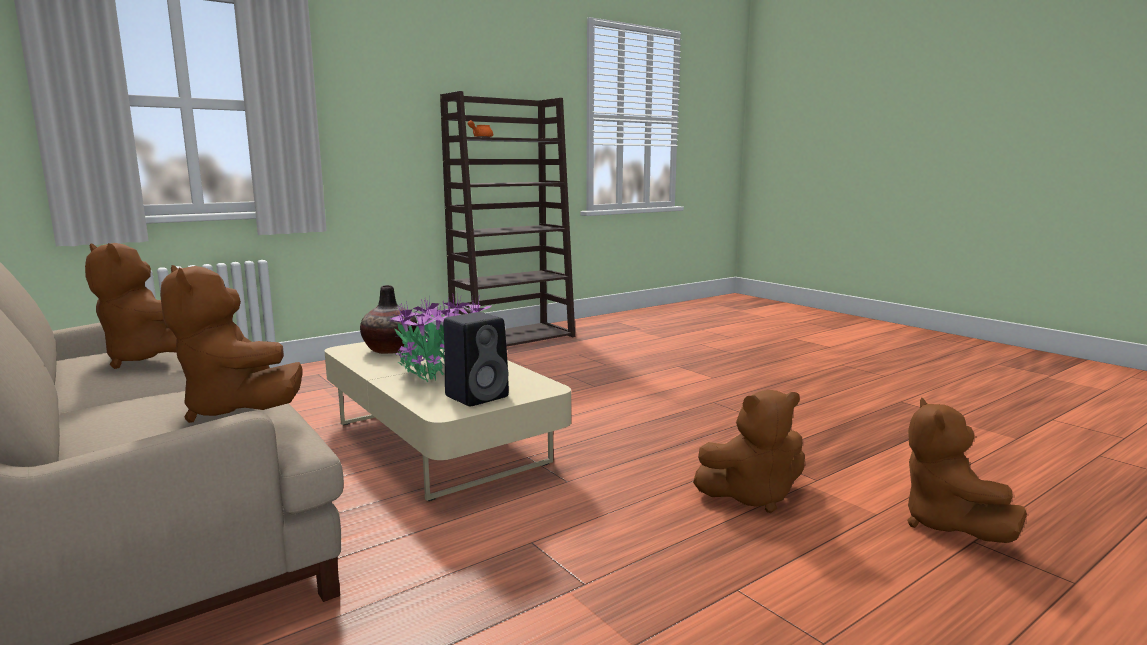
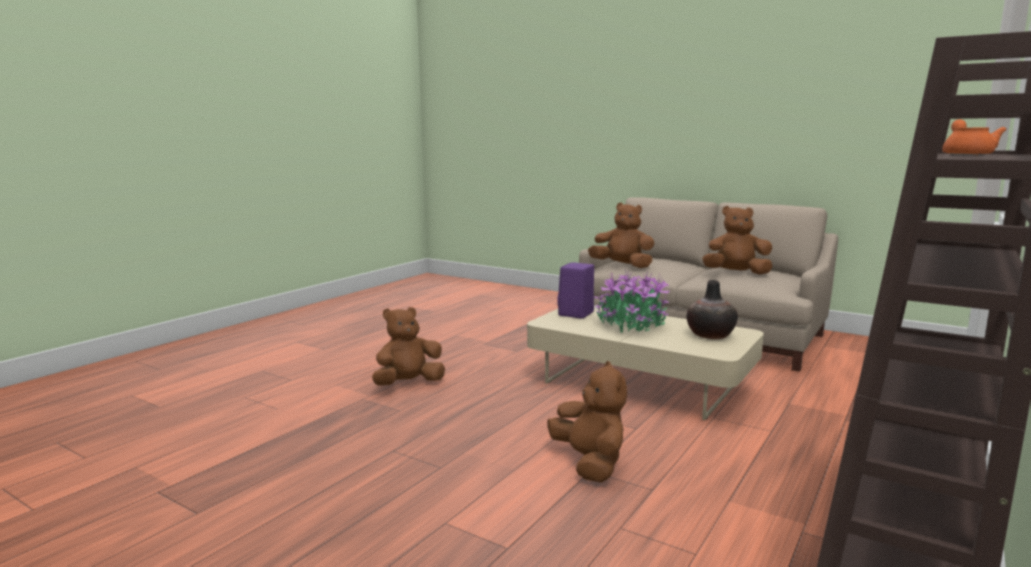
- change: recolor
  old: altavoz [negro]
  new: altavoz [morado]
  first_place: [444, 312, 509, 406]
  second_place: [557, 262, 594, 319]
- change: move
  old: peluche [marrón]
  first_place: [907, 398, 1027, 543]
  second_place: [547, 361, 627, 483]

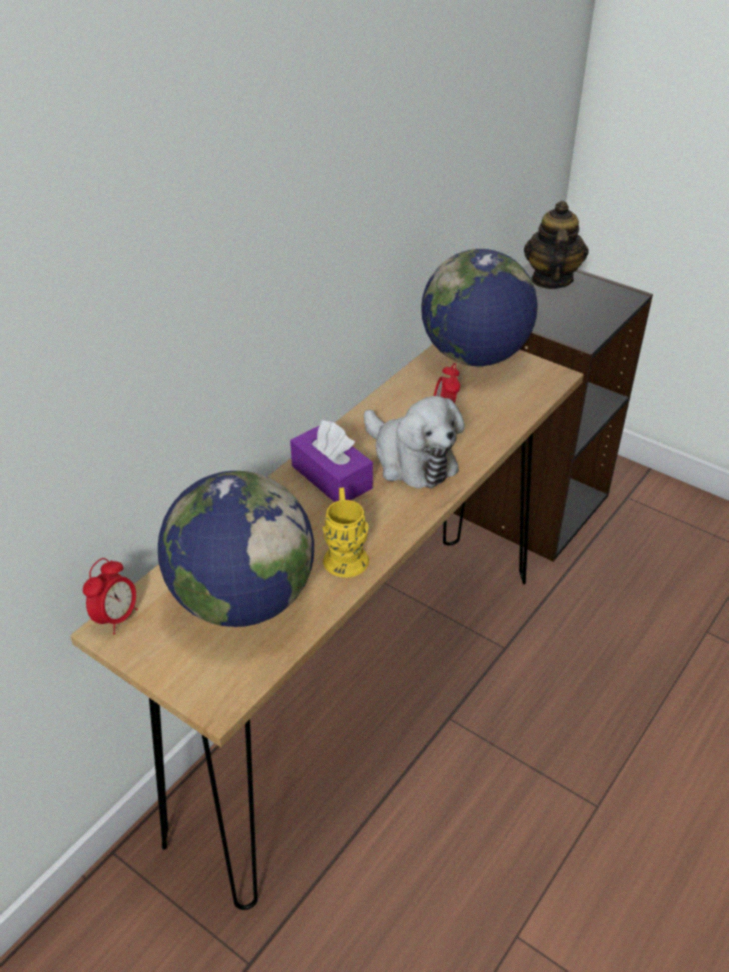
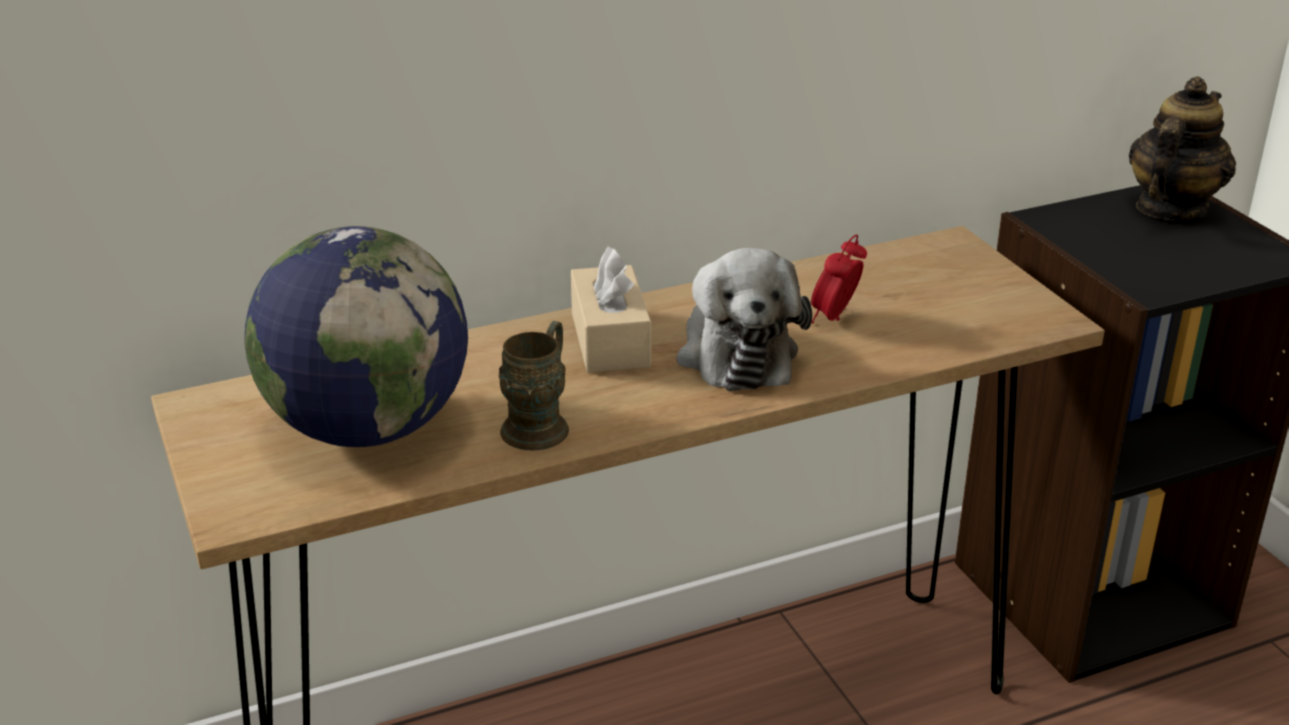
- change: delete
  old: despertador
  first_place: [83, 558, 138, 634]
- change: recolor
  old: caja de pañuelos [morado]
  new: caja de pañuelos [beis]
  first_place: [290, 420, 373, 502]
  second_place: [571, 247, 651, 373]
- change: recolor
  old: taza grande [amarillo]
  new: taza grande [marrón]
  first_place: [323, 488, 369, 578]
  second_place: [498, 321, 569, 450]
- change: delete
  old: globo terráqueo
  first_place: [421, 249, 538, 366]

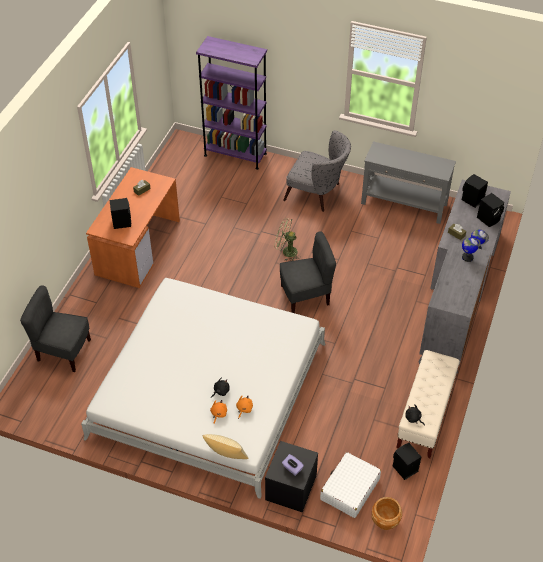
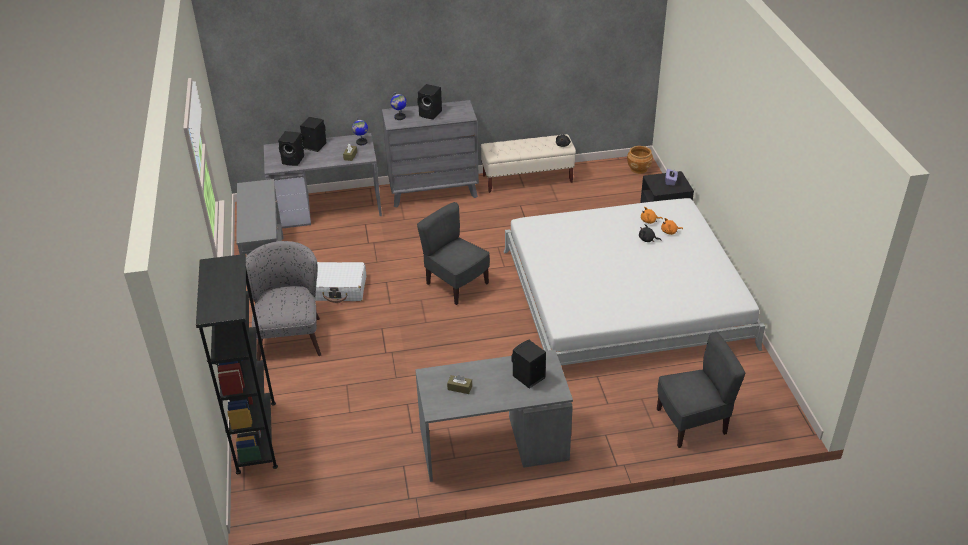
- change: rotate
  old: silla [gris]
  first_place: [20, 285, 91, 372]
  second_place: [657, 332, 745, 448]
  degrees: -90
- change: recolor
  old: escritorio [naranja]
  new: escritorio [gris]
  first_place: [86, 167, 180, 288]
  second_place: [415, 350, 573, 482]
- change: recolor
  old: estantería [morado]
  new: estantería [negro]
  first_place: [196, 36, 267, 170]
  second_place: [196, 254, 278, 474]
- change: delete
  old: cojín
  first_place: [203, 434, 249, 459]
- change: delete
  old: ventilador [verde]
  first_place: [275, 218, 301, 261]
- change: move
  old: maleta [blanco]
  first_place: [320, 452, 381, 518]
  second_place: [315, 262, 366, 303]
- change: move
  old: altavoz [negro]
  first_place: [393, 443, 421, 480]
  second_place: [417, 84, 442, 119]

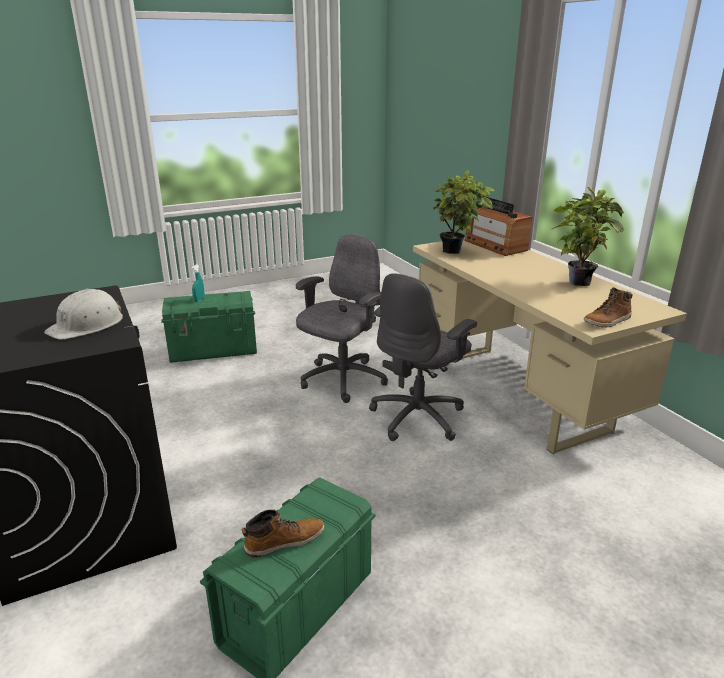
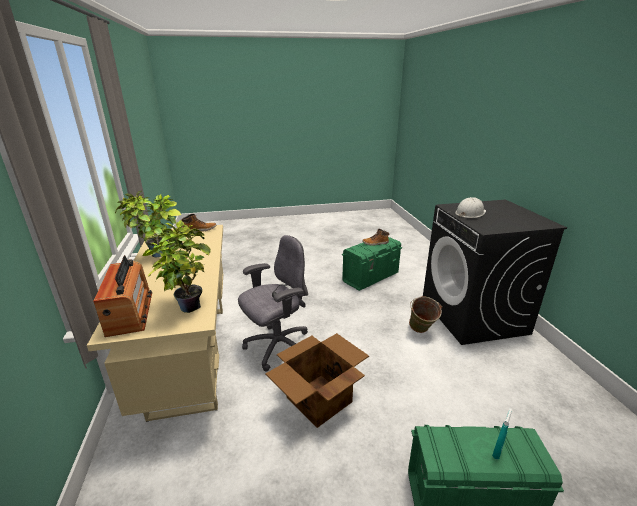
- change: replace
  old: silla de oficina [gris]
  new: caja de cartón
  first_place: [296, 234, 388, 403]
  second_place: [265, 333, 369, 428]
- change: insert
  new: cubo [verde]
  second_place: [409, 296, 442, 333]

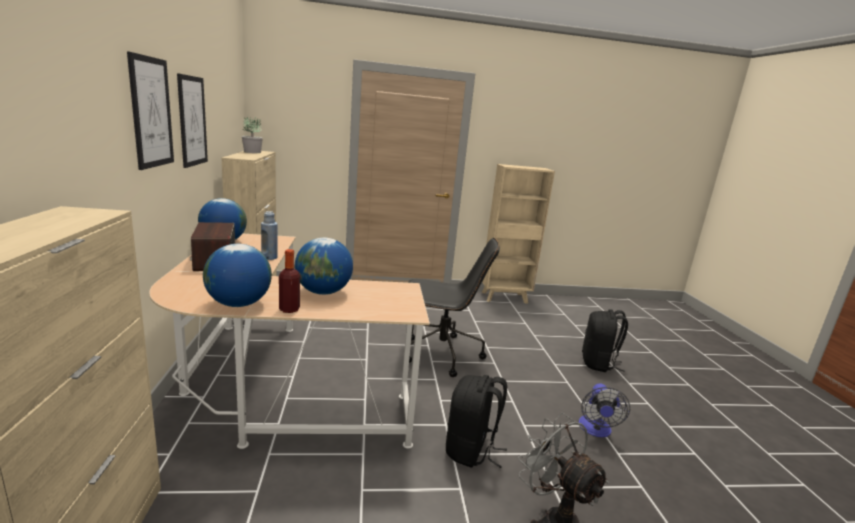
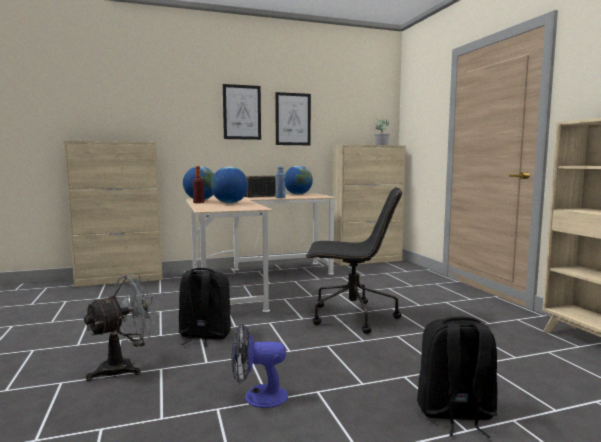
- change: rotate
  old: silla de oficina [negro]
  first_place: [408, 238, 500, 377]
  second_place: [306, 187, 402, 334]
  degrees: -75

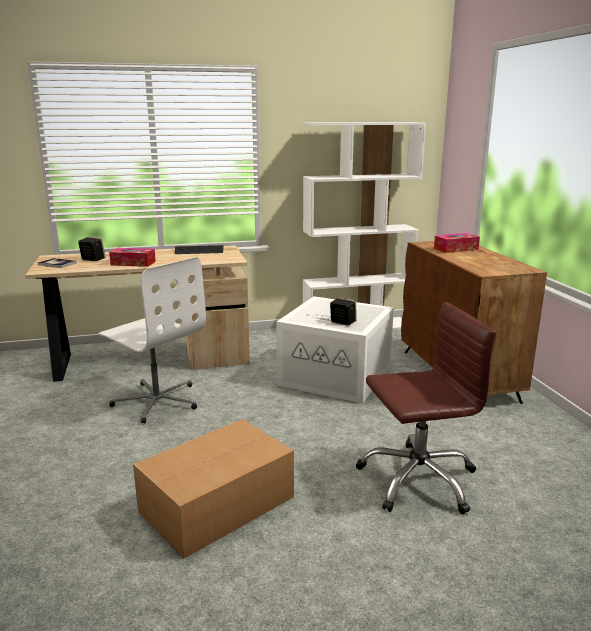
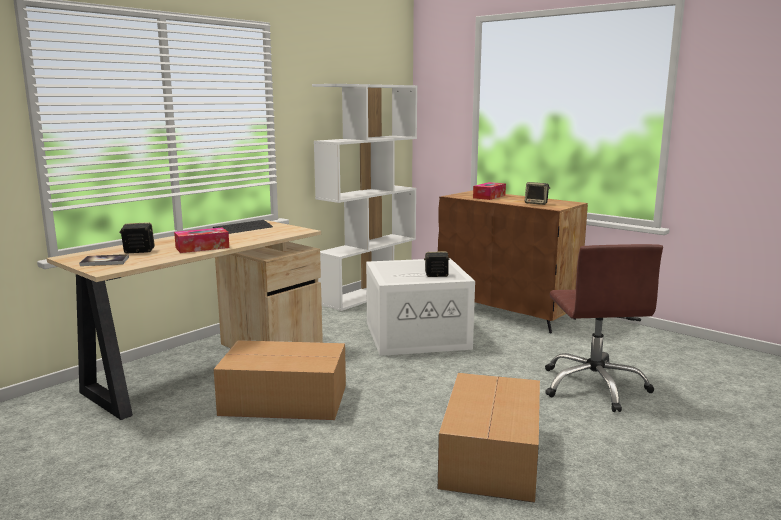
- change: replace
  old: silla de oficina [blanco]
  new: caja de cartón
  first_place: [98, 257, 206, 424]
  second_place: [214, 340, 346, 420]
- change: rotate
  old: silla de oficina [marrón]
  first_place: [356, 302, 496, 514]
  second_place: [545, 244, 663, 412]
  degrees: 135
- change: insert
  new: altavoz
  second_place: [525, 182, 550, 205]

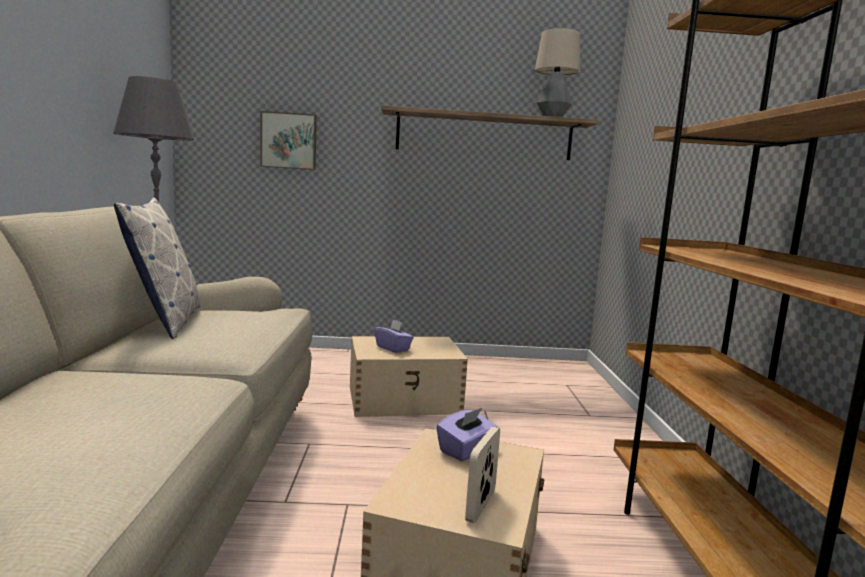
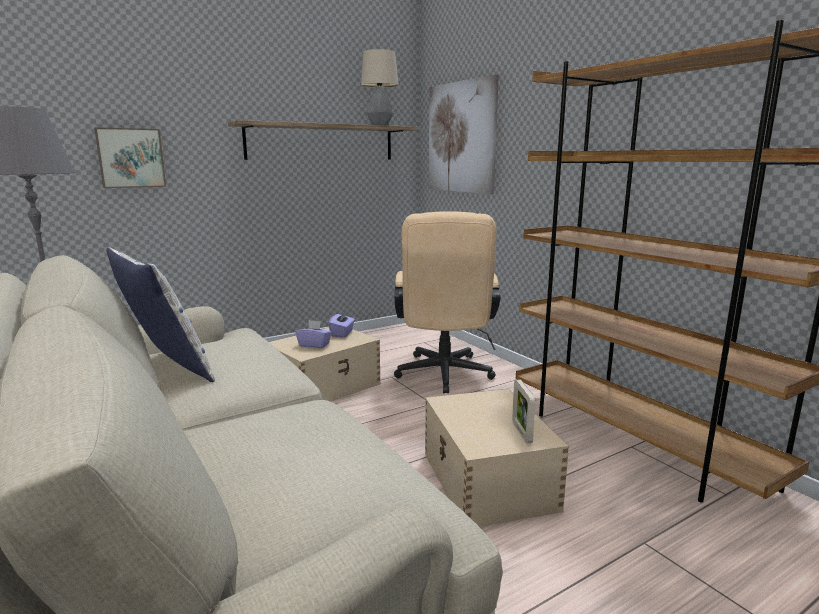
- change: move
  old: caja de pañuelos [morado]
  first_place: [436, 408, 498, 461]
  second_place: [328, 310, 355, 337]
- change: insert
  new: silla de oficina [beis]
  second_place: [394, 211, 501, 394]
- change: insert
  new: cuadro
  second_place: [429, 74, 499, 194]

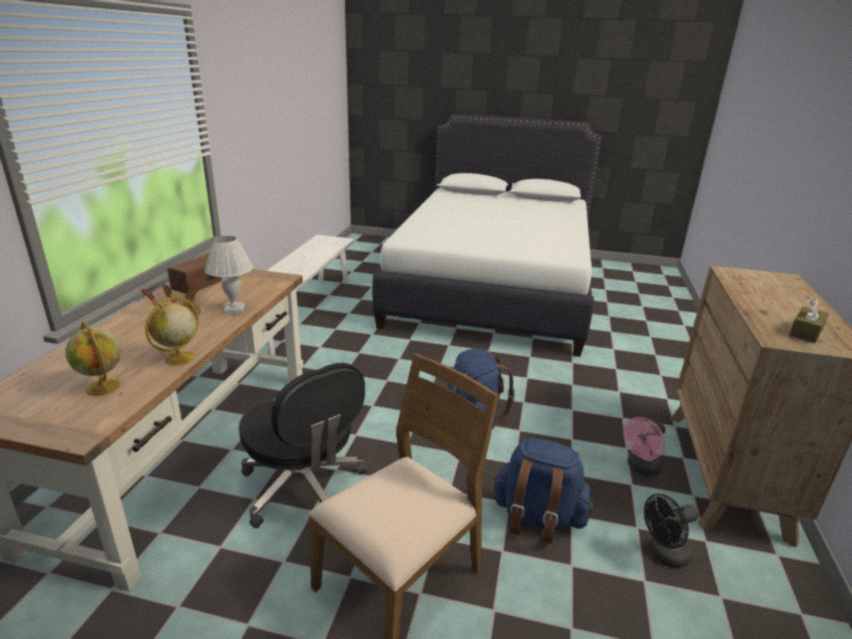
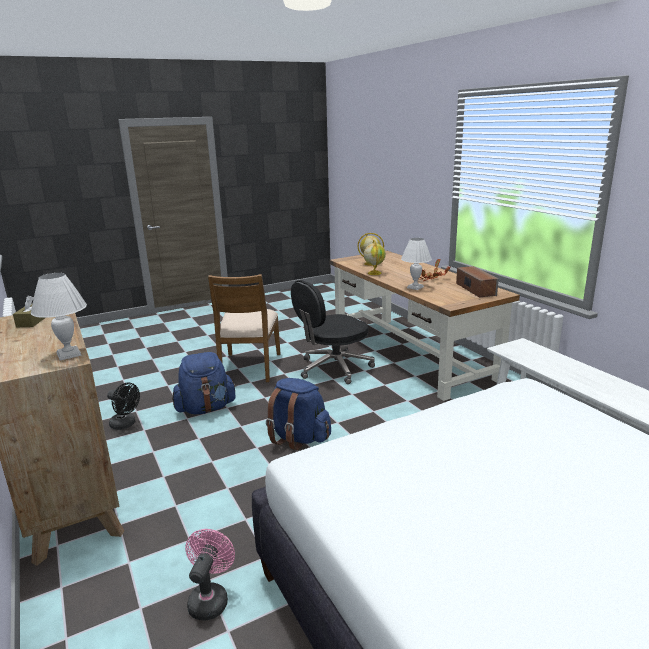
- change: rotate
  old: silla de oficina [negro]
  first_place: [239, 363, 366, 528]
  second_place: [291, 280, 375, 384]
  degrees: -45
- change: move
  old: ventilador [rosa]
  first_place: [623, 417, 665, 476]
  second_place: [185, 529, 235, 620]
- change: rotate
  old: ventilador [negro]
  first_place: [644, 494, 699, 568]
  second_place: [107, 383, 140, 430]
  degrees: 90
- change: insert
  new: lámpara de mesa [blanco]
  second_place: [31, 273, 87, 360]

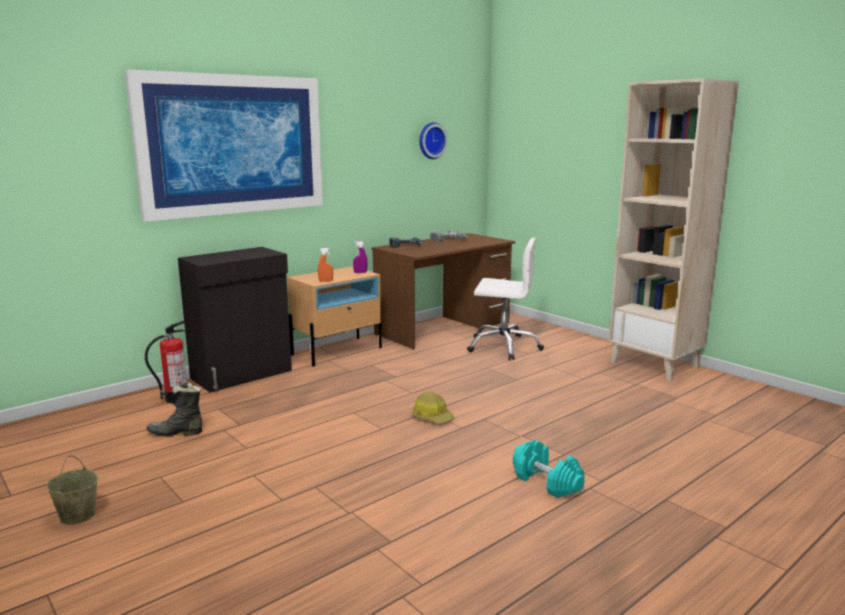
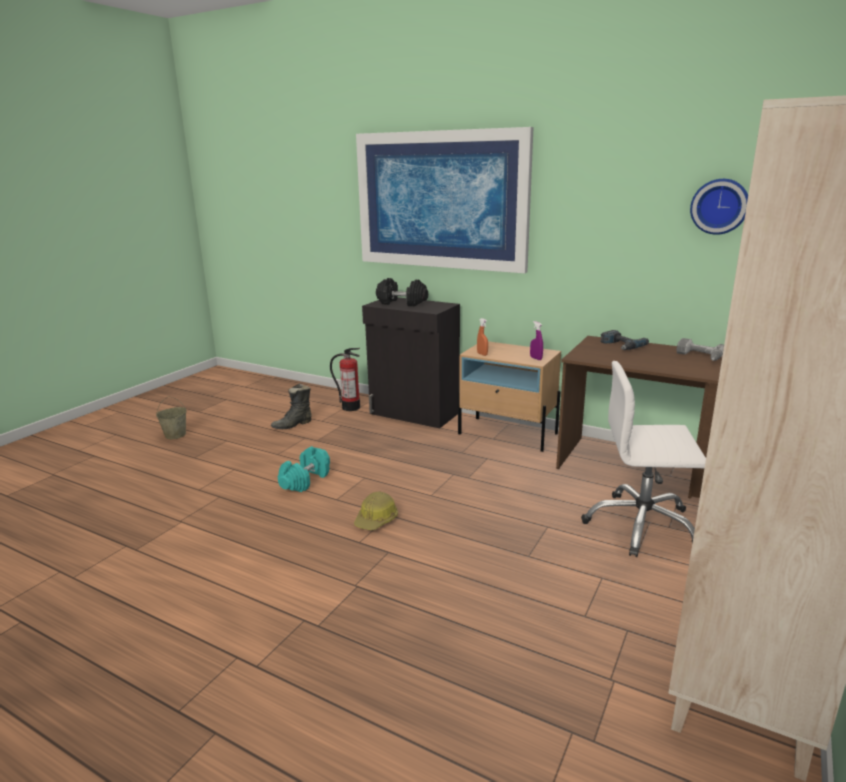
- change: rotate
  old: bota [negro]
  first_place: [147, 382, 203, 436]
  second_place: [271, 384, 312, 429]
  degrees: -105
- change: rotate
  old: silla de oficina [blanco]
  first_place: [467, 237, 544, 360]
  second_place: [581, 361, 706, 557]
  degrees: 105
- change: move
  old: mancuerna [turquesa]
  first_place: [513, 440, 585, 498]
  second_place: [278, 446, 330, 492]
- change: insert
  new: mancuerna [negro]
  second_place: [376, 278, 428, 307]

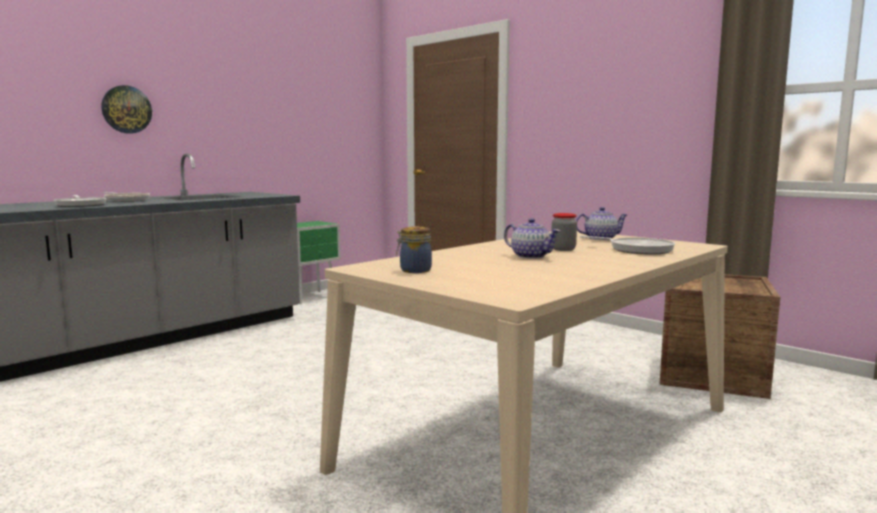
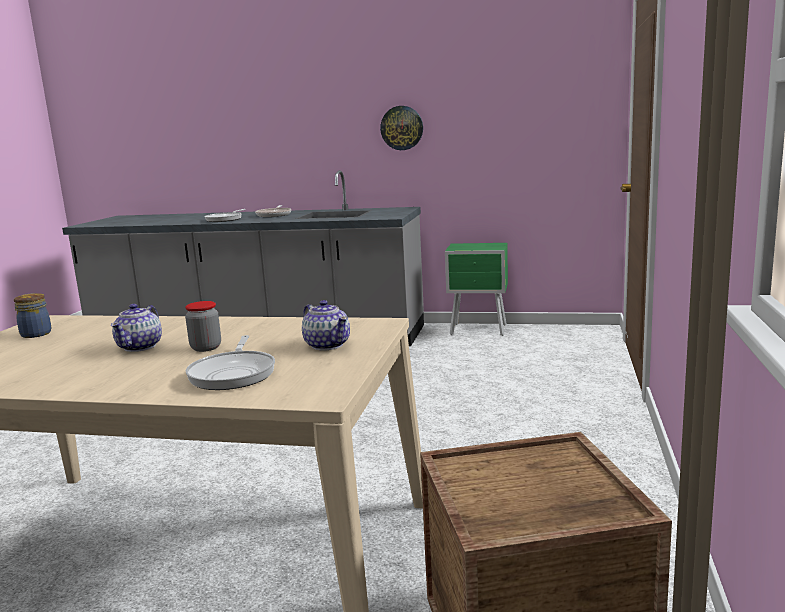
- change: move
  old: reloj de pared
  first_place: [101, 85, 152, 134]
  second_place: [380, 106, 423, 150]

